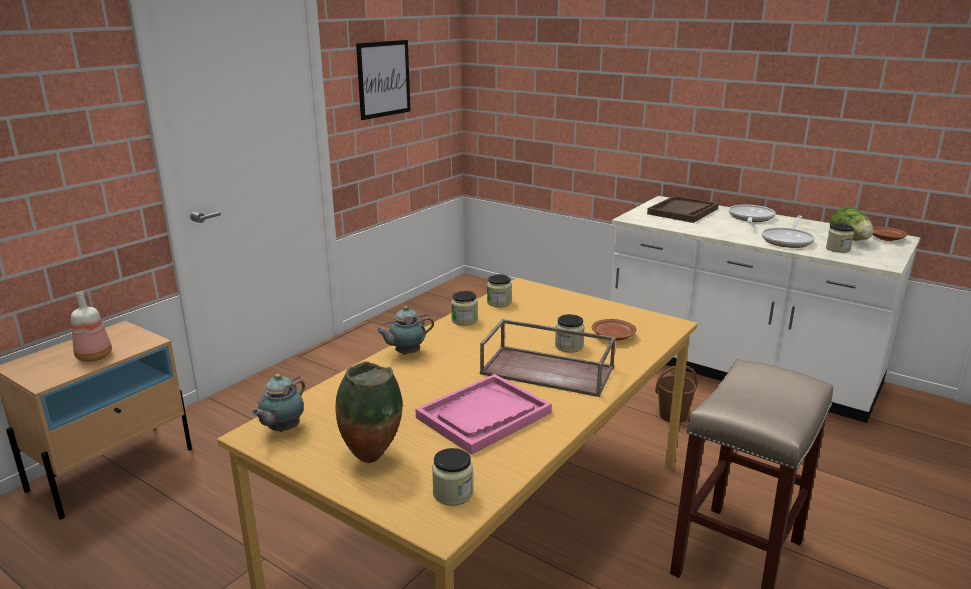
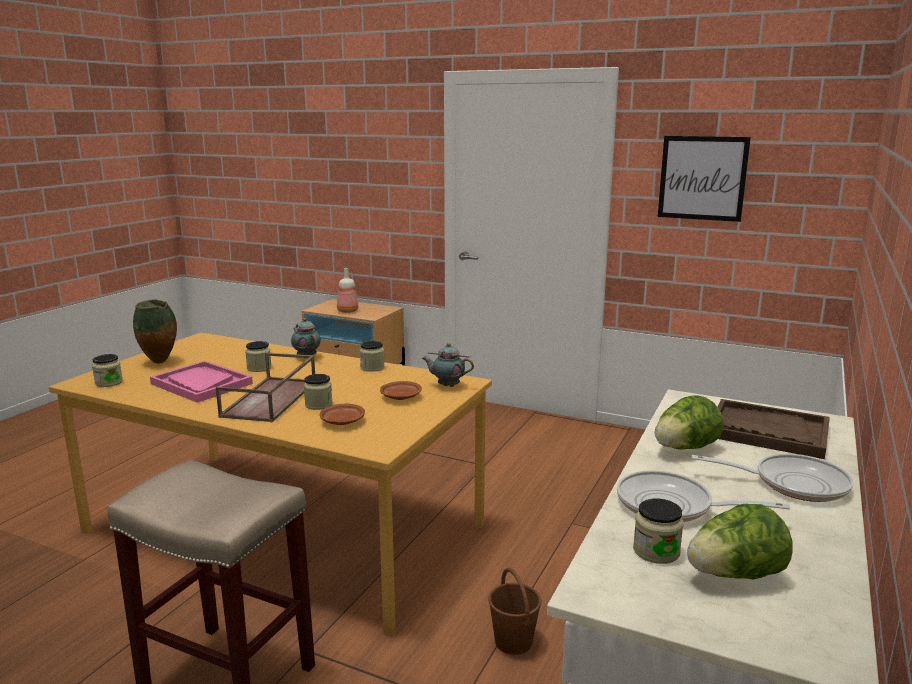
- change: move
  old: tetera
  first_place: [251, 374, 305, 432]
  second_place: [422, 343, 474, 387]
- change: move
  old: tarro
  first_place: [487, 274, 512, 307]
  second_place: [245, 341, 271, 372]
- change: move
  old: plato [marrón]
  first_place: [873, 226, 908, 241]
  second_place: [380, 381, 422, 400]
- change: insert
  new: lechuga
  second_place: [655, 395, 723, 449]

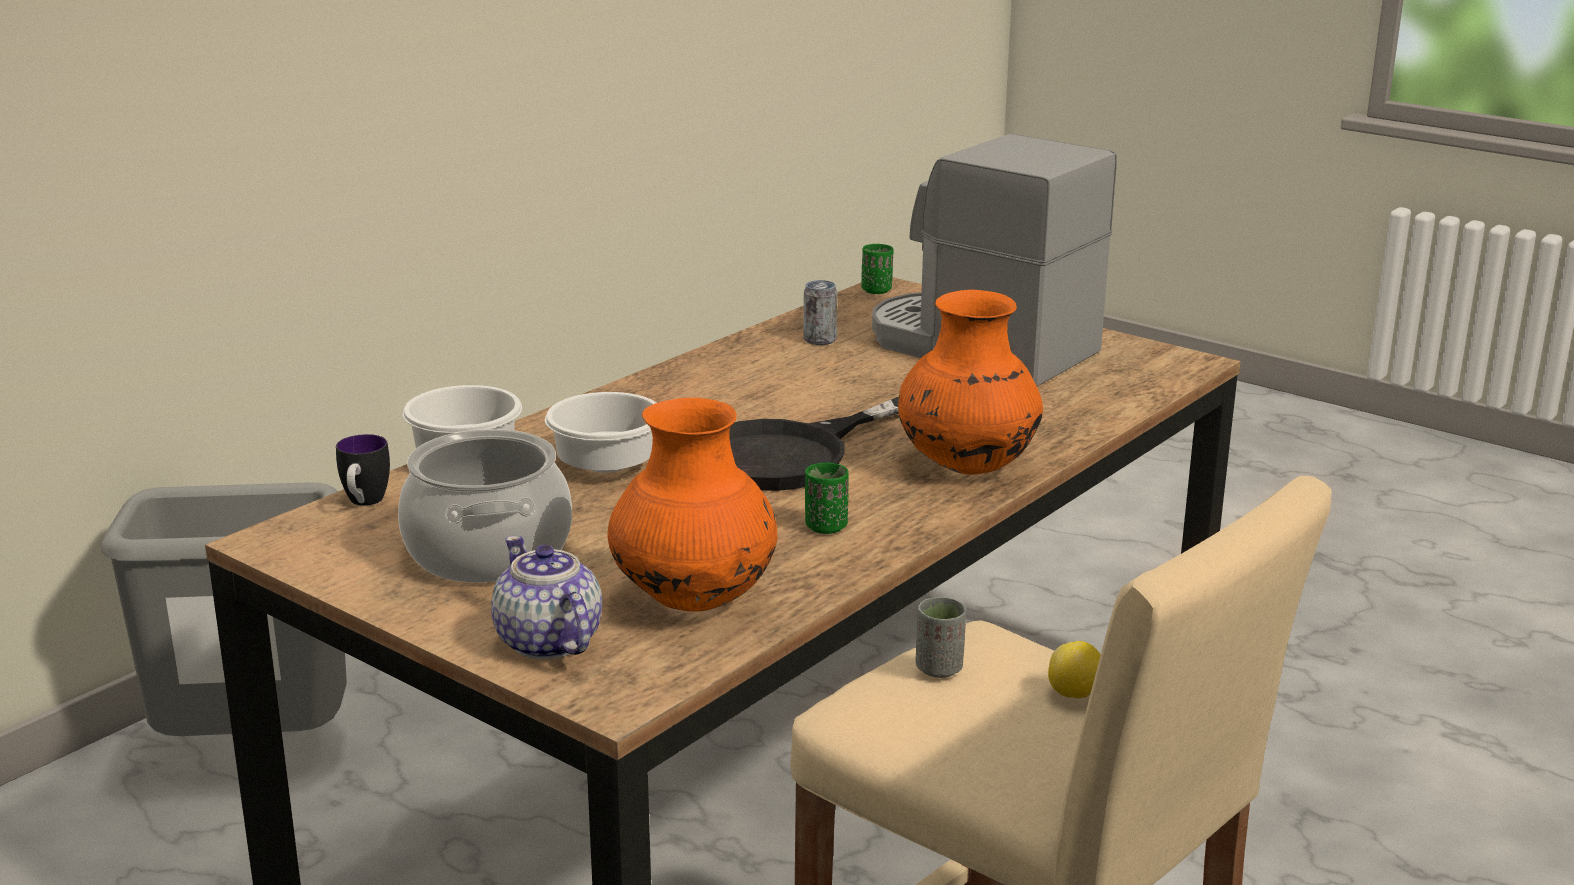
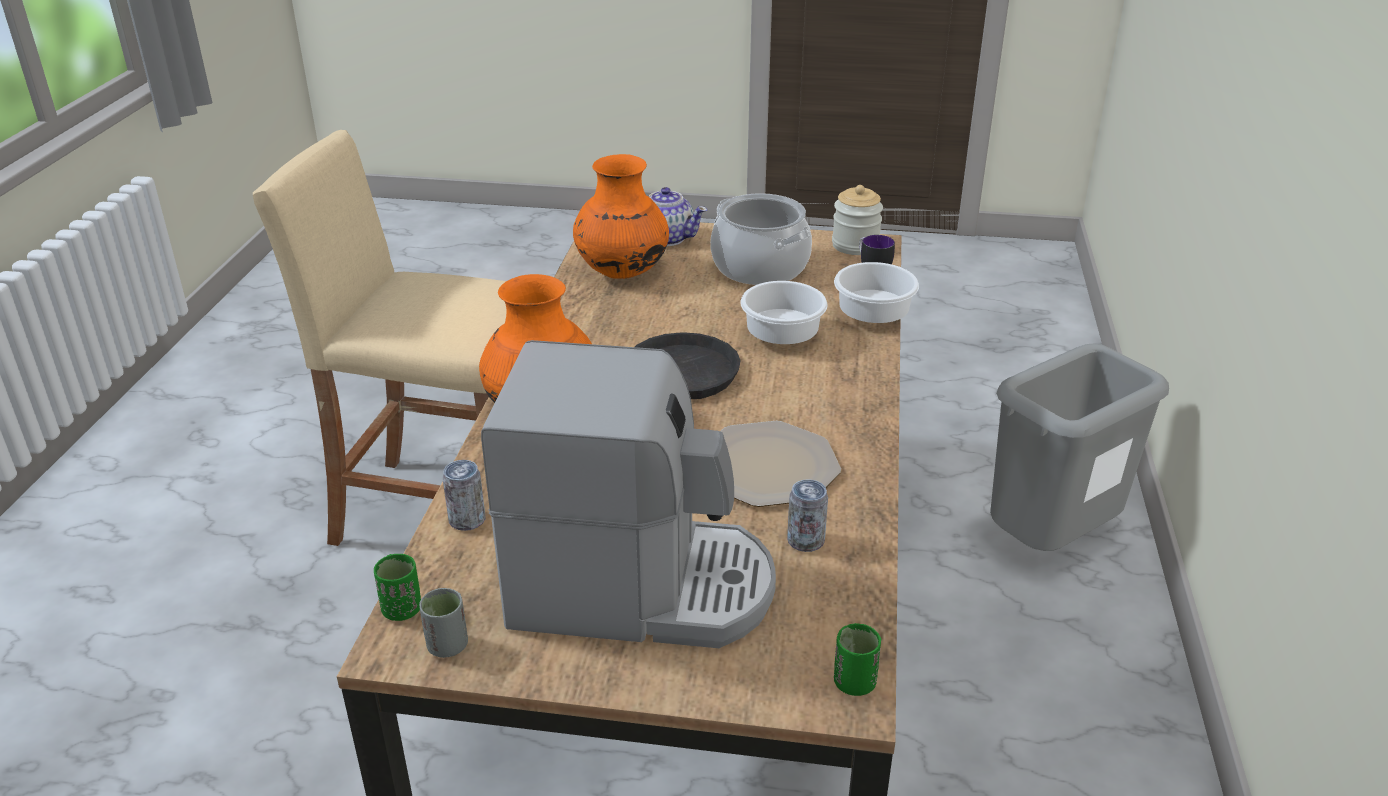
- change: move
  old: taza [verde]
  first_place: [805, 463, 849, 534]
  second_place: [374, 554, 421, 621]
- change: move
  old: taza [gris]
  first_place: [916, 597, 966, 678]
  second_place: [419, 588, 468, 658]
- change: delete
  old: limón
  first_place: [1048, 641, 1101, 699]
- change: insert
  new: lata
  second_place: [443, 460, 485, 531]
- change: insert
  new: plato
  second_place: [720, 421, 841, 507]
- change: insert
  new: tarro
  second_place: [832, 185, 883, 255]

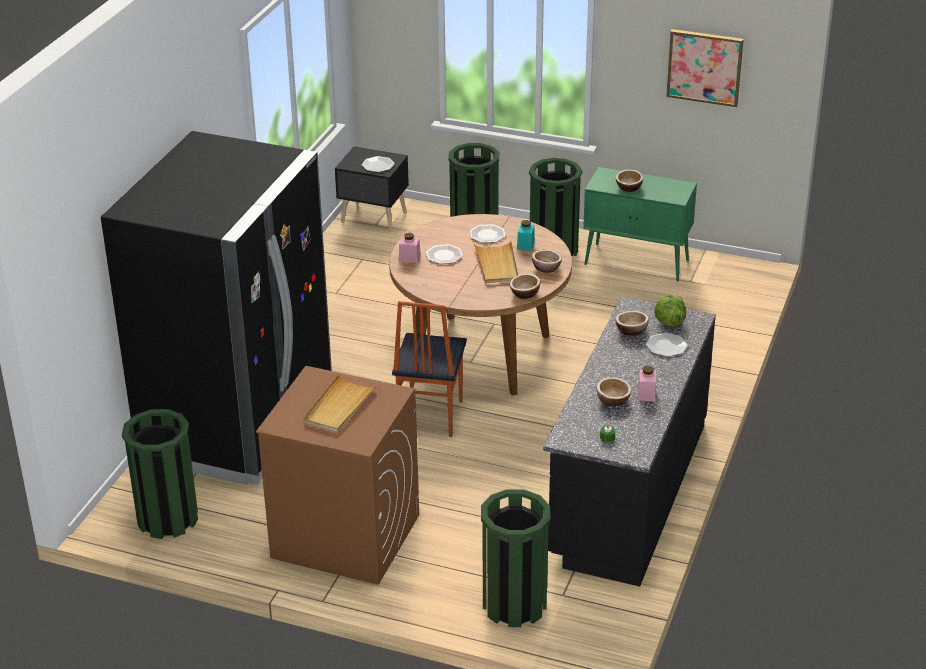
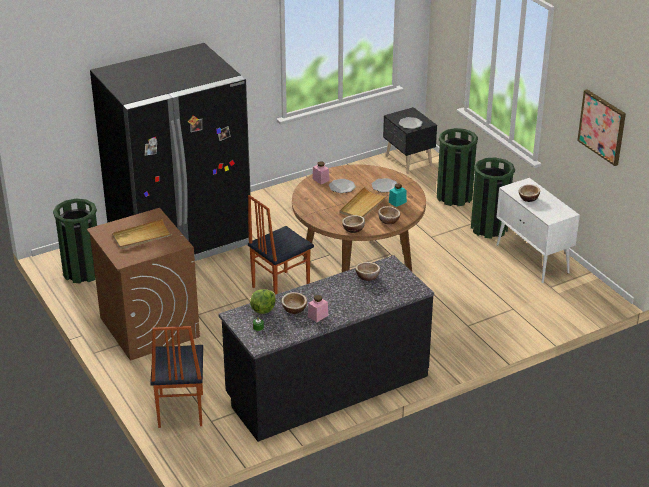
- change: replace
  old: papelera [verde]
  new: silla
  first_place: [481, 489, 550, 627]
  second_place: [150, 326, 203, 428]
- change: recolor
  old: armario [verde]
  new: armario [blanco]
  first_place: [583, 167, 697, 282]
  second_place: [497, 178, 580, 283]
- change: delete
  old: plato
  first_place: [646, 333, 688, 357]
- change: move
  old: lechuga
  first_place: [654, 295, 686, 326]
  second_place: [250, 289, 276, 314]

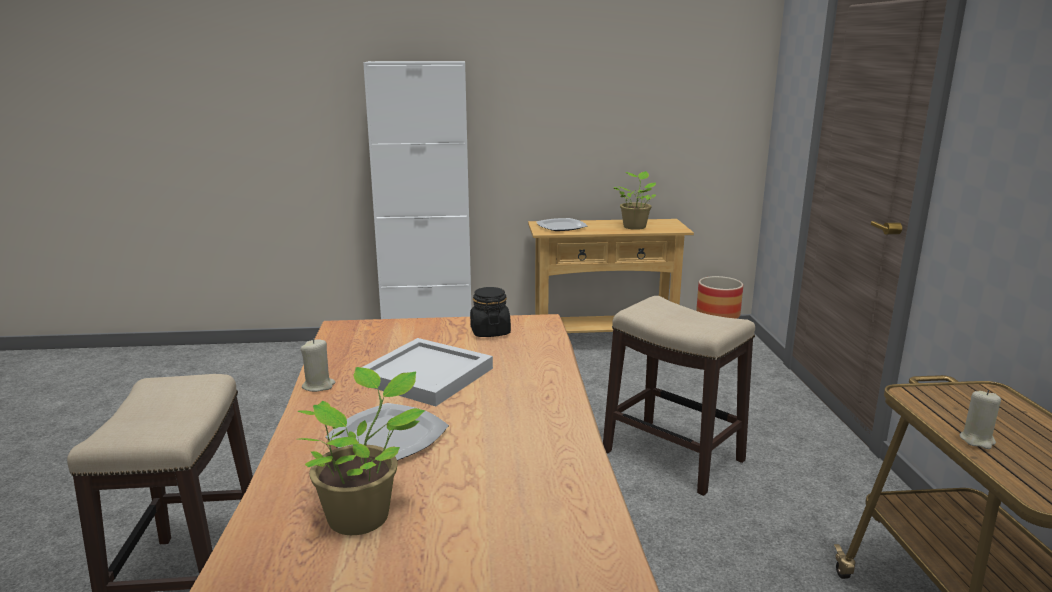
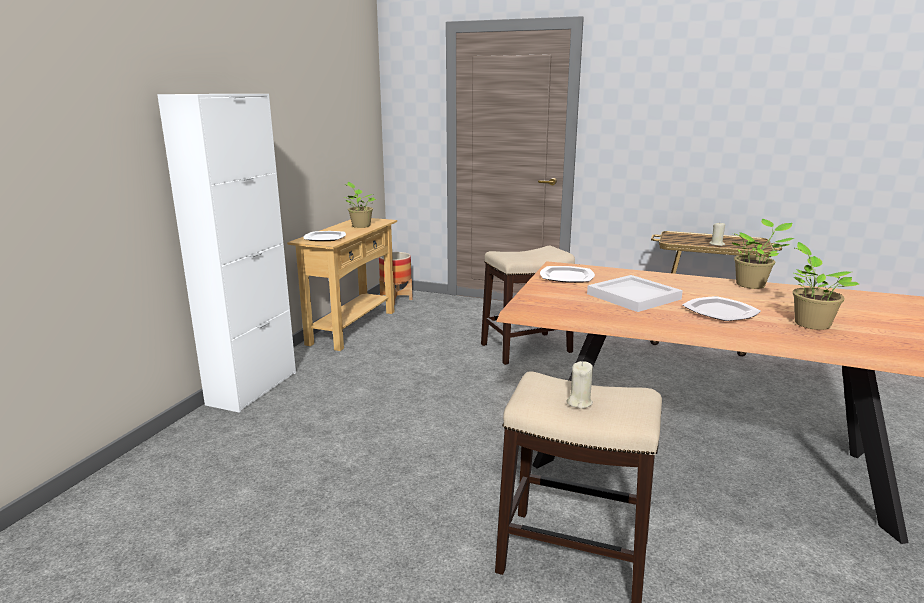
- change: move
  old: vela [beis]
  first_place: [300, 339, 335, 392]
  second_place: [567, 361, 593, 409]
- change: replace
  old: tarro [negro]
  new: plato
  first_place: [470, 287, 511, 337]
  second_place: [540, 266, 595, 283]
- change: insert
  new: planta en maceta
  second_place: [732, 219, 794, 289]

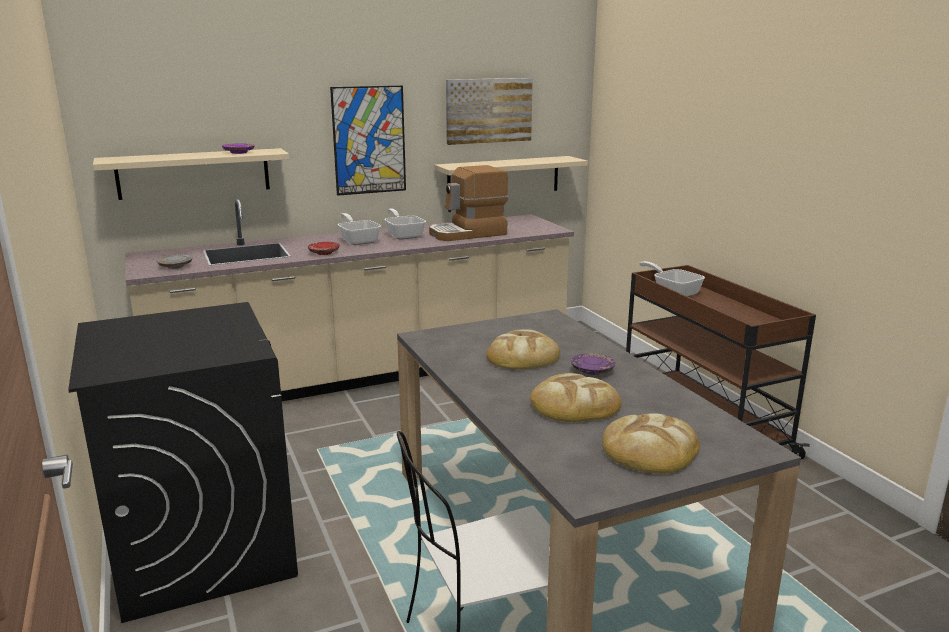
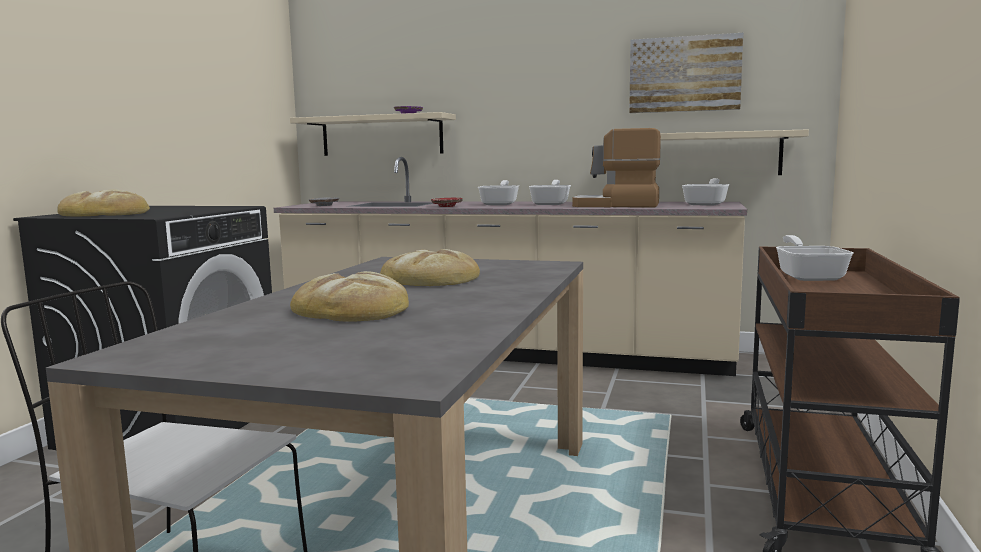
- change: delete
  old: cuadro
  first_place: [330, 85, 406, 196]
- change: delete
  old: plato [morado]
  first_place: [571, 353, 615, 375]
- change: move
  old: pan
  first_place: [602, 413, 700, 474]
  second_place: [57, 189, 150, 217]
- change: insert
  new: sartén
  second_place: [682, 178, 729, 206]

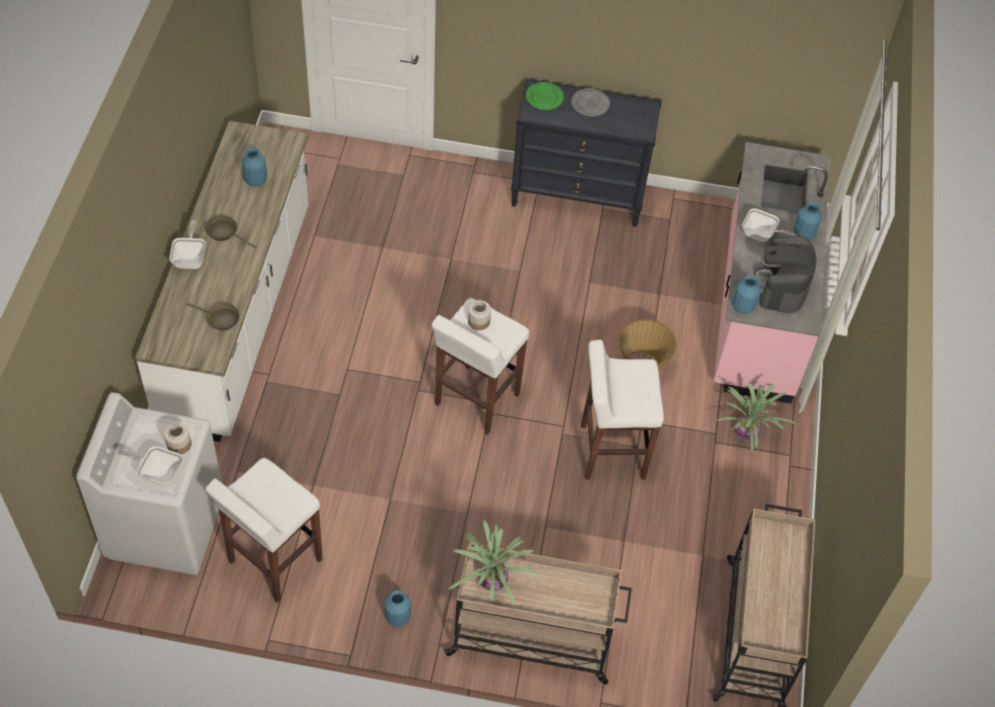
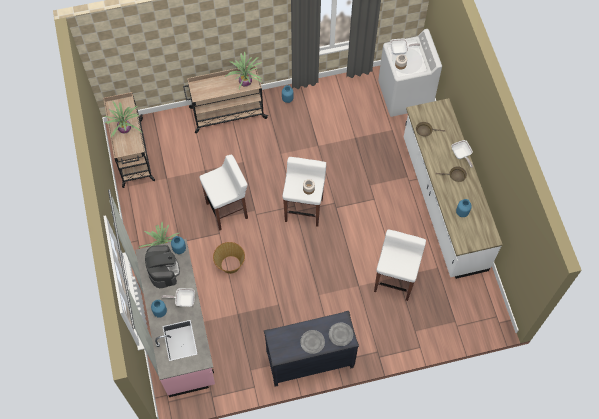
- change: move
  old: taburete [blanco]
  first_place: [206, 458, 322, 603]
  second_place: [374, 229, 426, 301]
- change: recolor
  old: plato [verde]
  new: plato [gris]
  first_place: [526, 82, 564, 110]
  second_place: [329, 322, 353, 346]
- change: insert
  new: planta en maceta
  second_place: [104, 101, 142, 137]

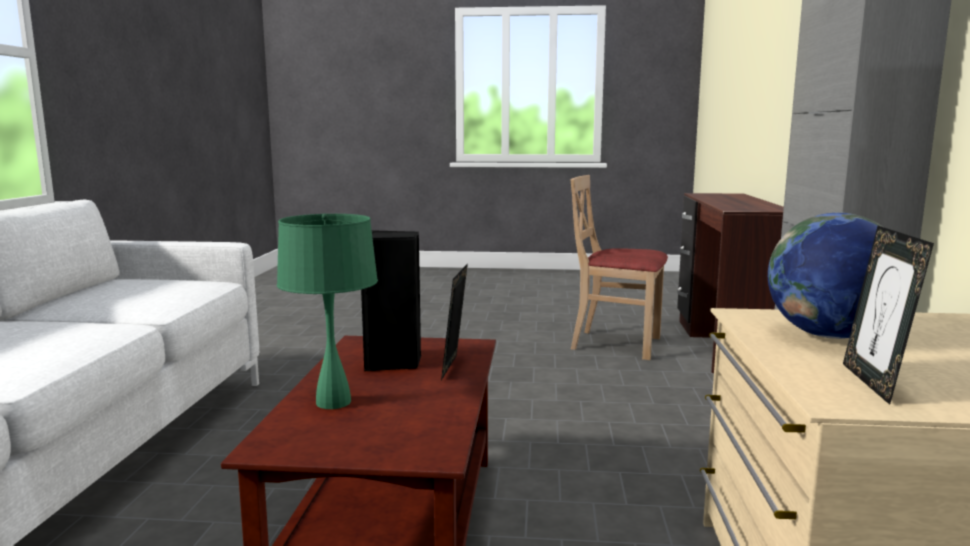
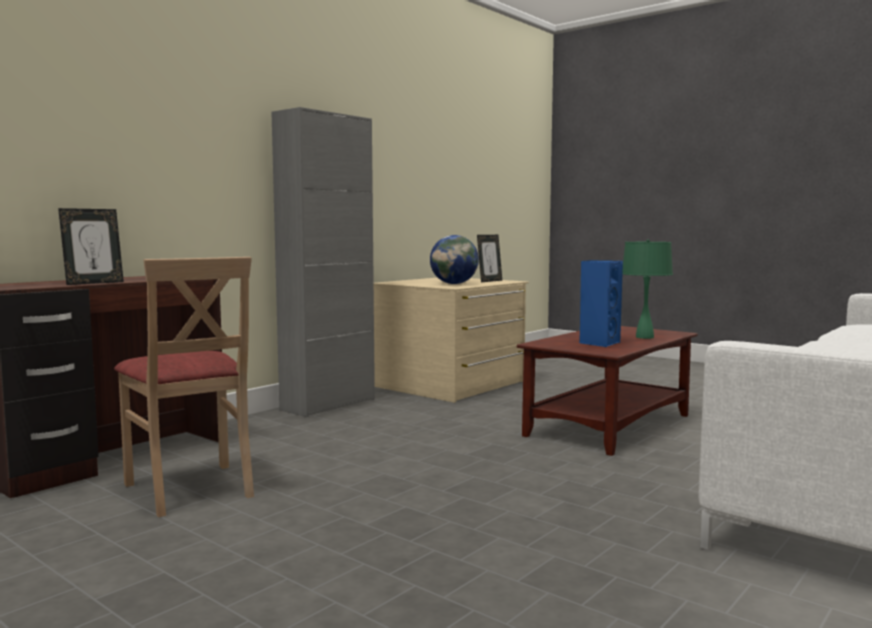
- change: recolor
  old: altavoz [negro]
  new: altavoz [azul]
  first_place: [361, 230, 421, 371]
  second_place: [579, 260, 623, 347]
- change: move
  old: portarretratos
  first_place: [441, 264, 468, 380]
  second_place: [58, 208, 124, 285]

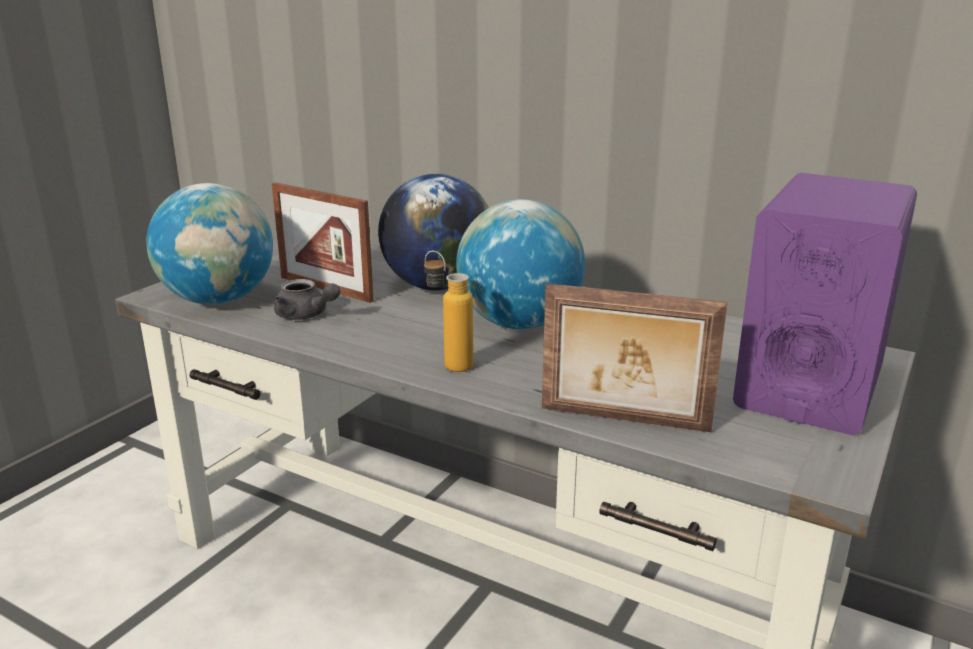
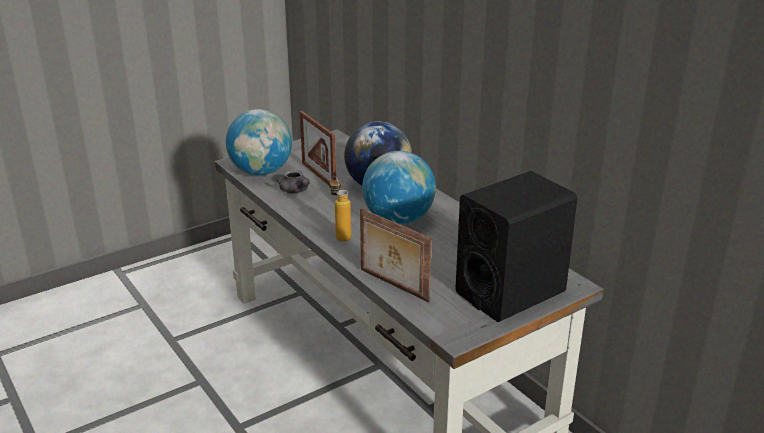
- change: recolor
  old: altavoz [morado]
  new: altavoz [negro]
  first_place: [733, 173, 917, 435]
  second_place: [455, 171, 578, 322]

